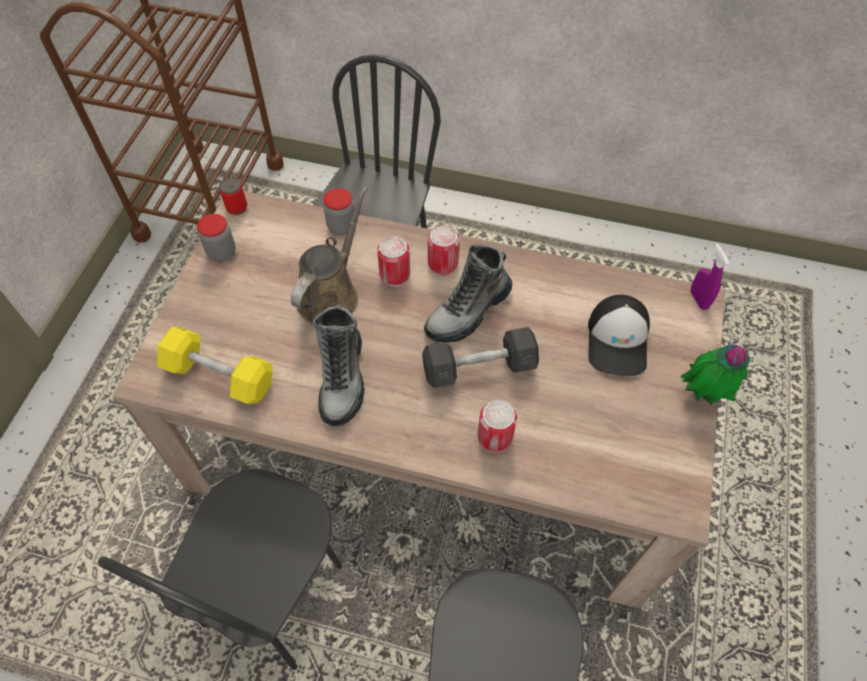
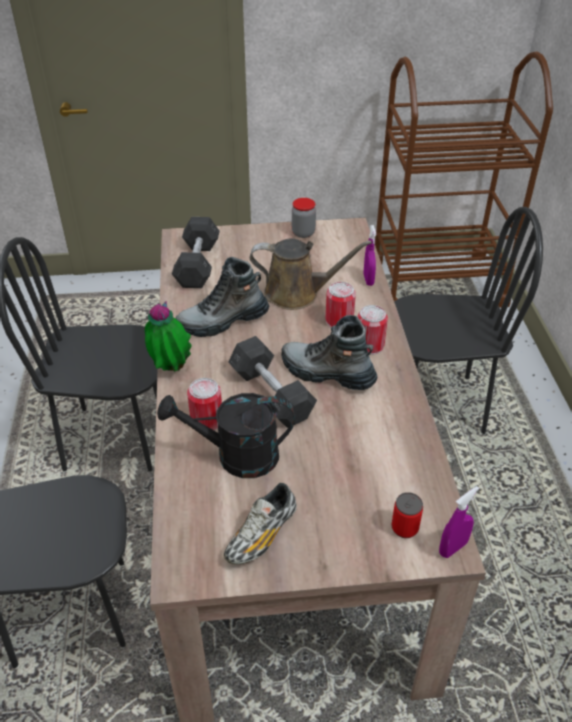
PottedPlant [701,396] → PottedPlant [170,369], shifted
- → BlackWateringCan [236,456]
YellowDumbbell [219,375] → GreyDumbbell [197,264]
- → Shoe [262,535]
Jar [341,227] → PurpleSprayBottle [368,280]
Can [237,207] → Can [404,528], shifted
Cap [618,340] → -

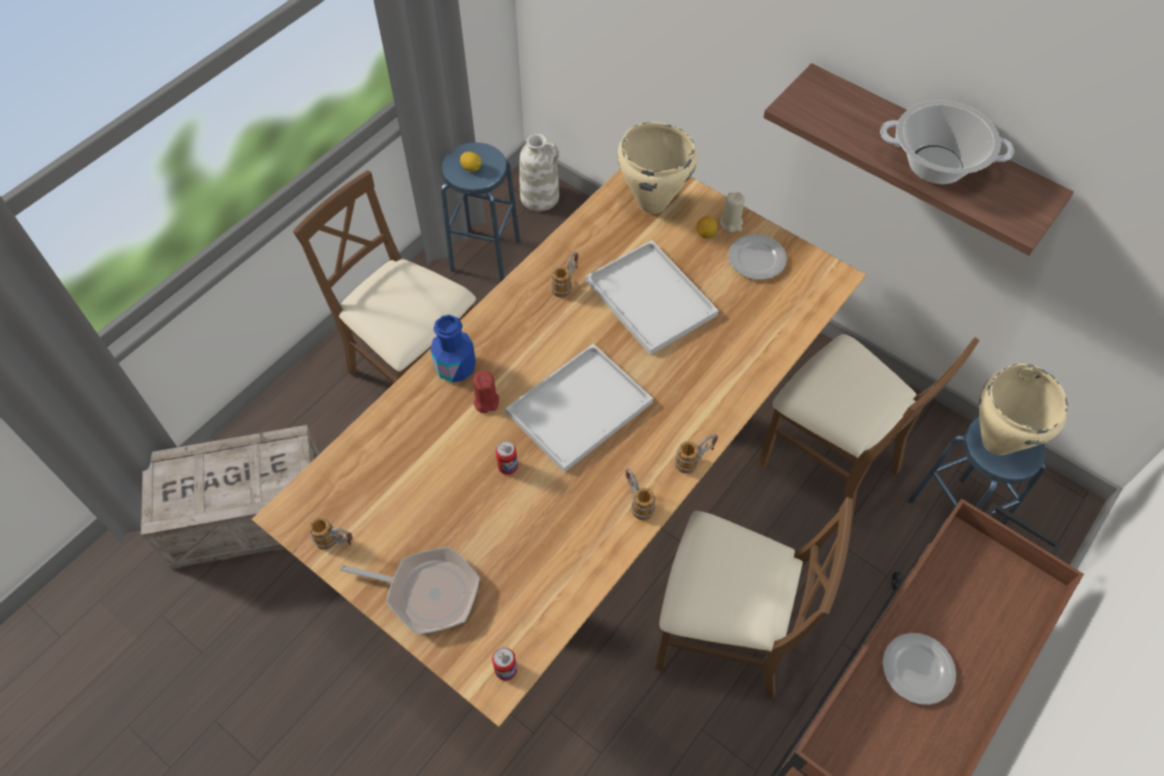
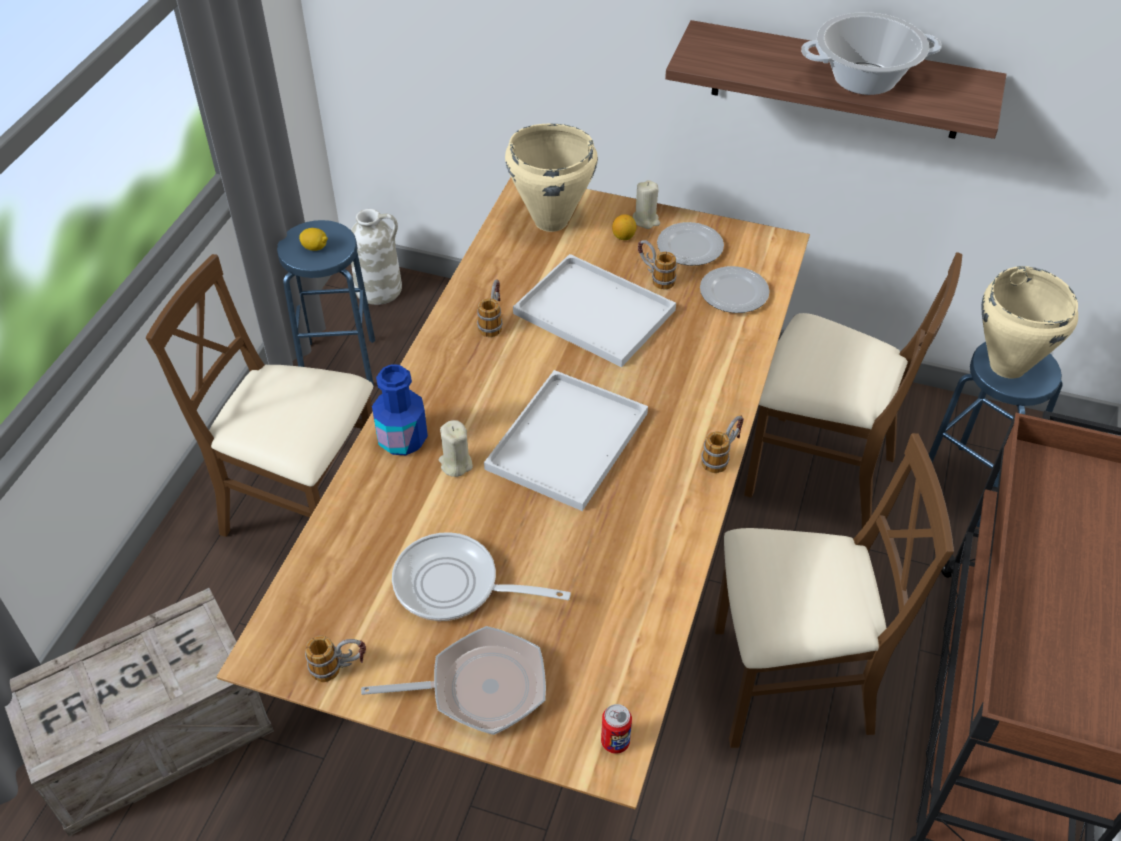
- → FryingPan [455,586]
RedCandle [486,401] → BeigeCandle [455,464]
Mug [637,501] → Mug [654,277], shifted
Plate [917,669] → Plate [733,292], shifted
Can [508,466] → -

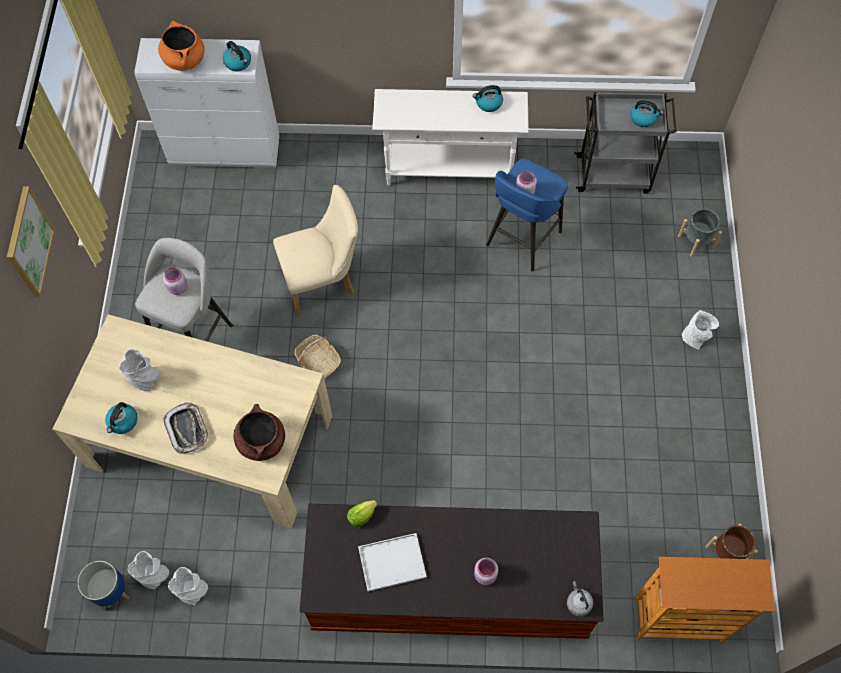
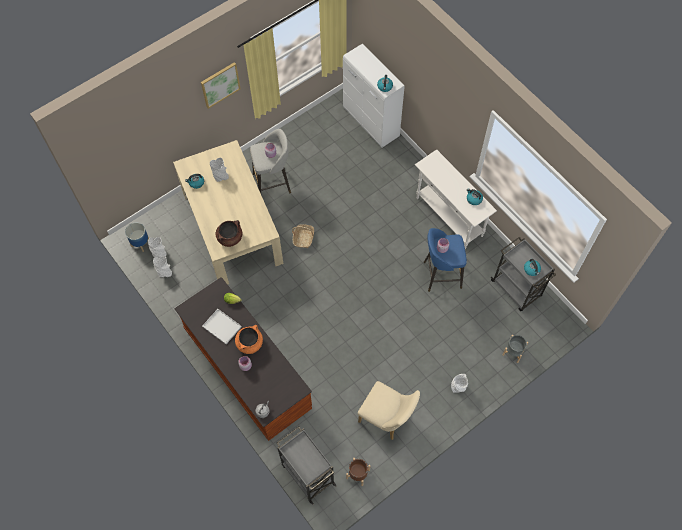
OrangeCookingPot [184,59] → OrangeCookingPot [249,343], shifted
Bookcase [678,620] → GreyCart [307,473]
BeigeChair [323,280] → BeigeChair [387,418], shifted
Tray [187,429] → -

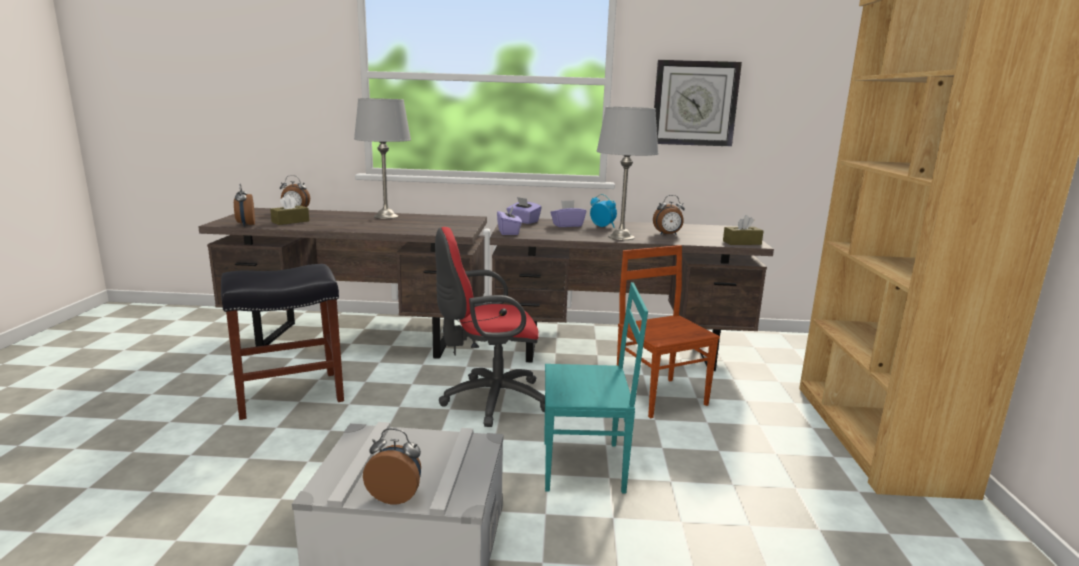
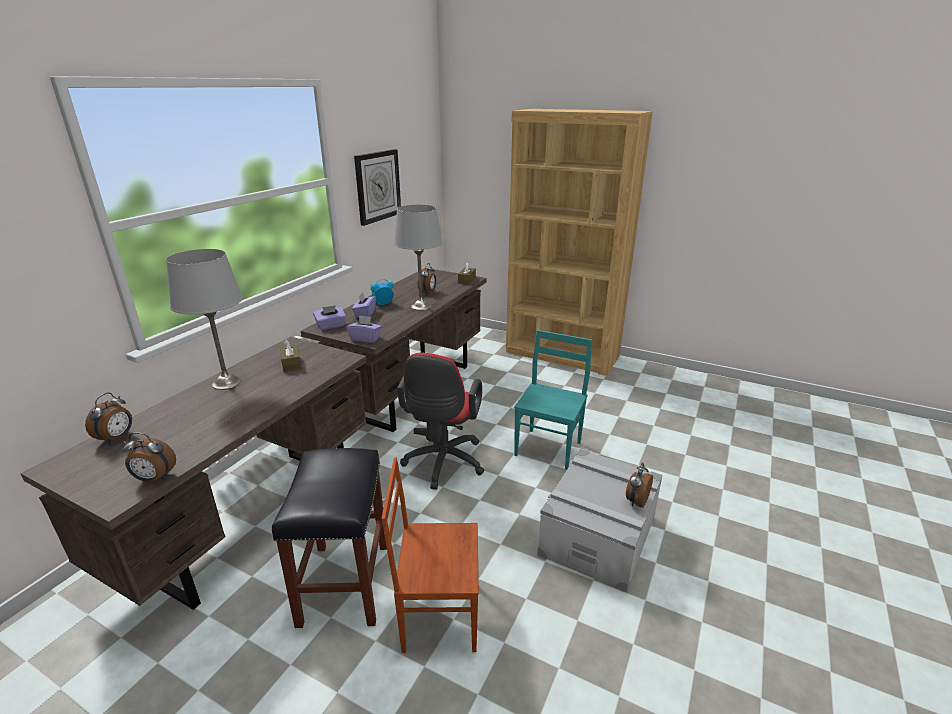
BrownTissueBox [290,221] → BrownTissueBox [291,363], shifted
BrownChair [661,396] → BrownChair [439,614], shifted

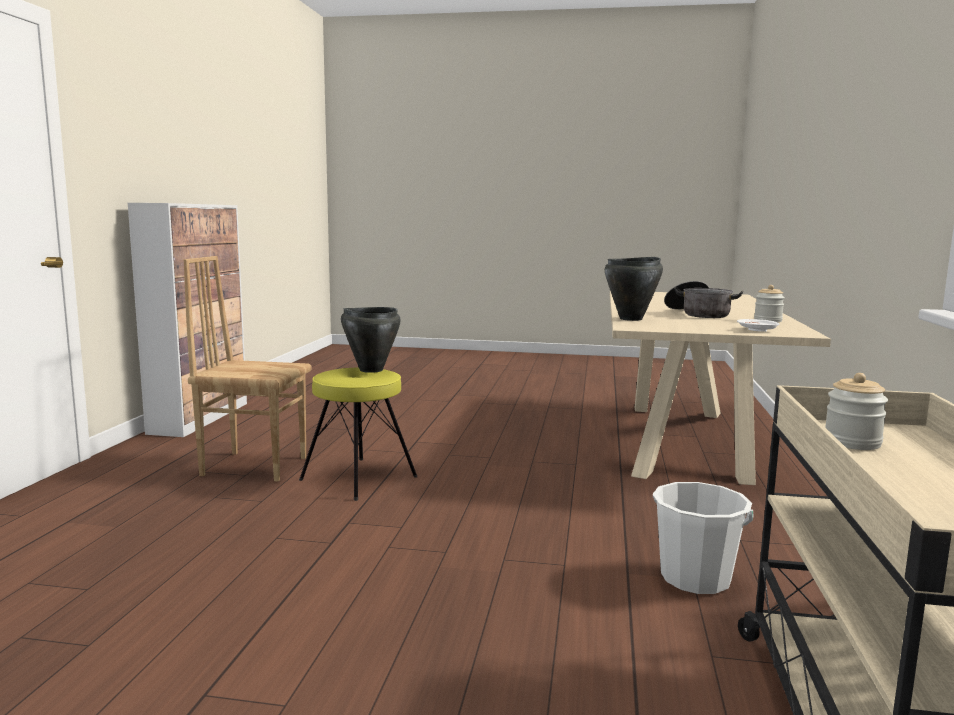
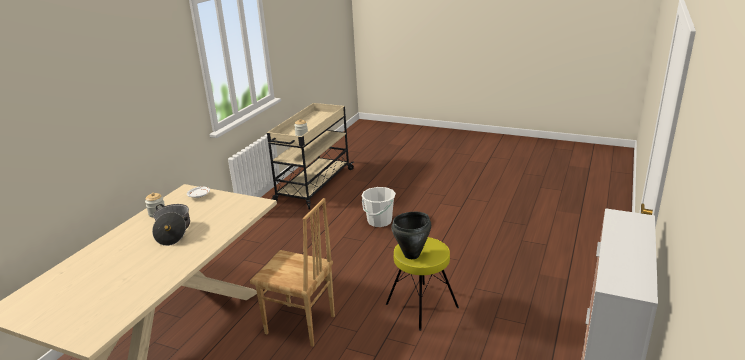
BrownChair [254,466] → BrownChair [300,325], shifted
WhiteBucket [695,579] → WhiteBucket [379,221], shifted
BlackCookingPot [631,319] → -

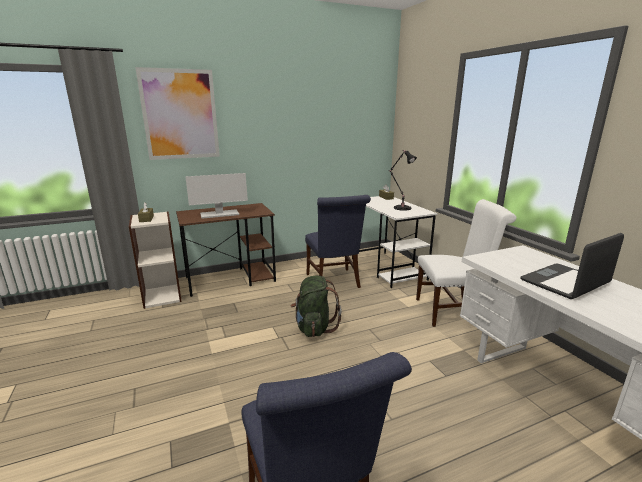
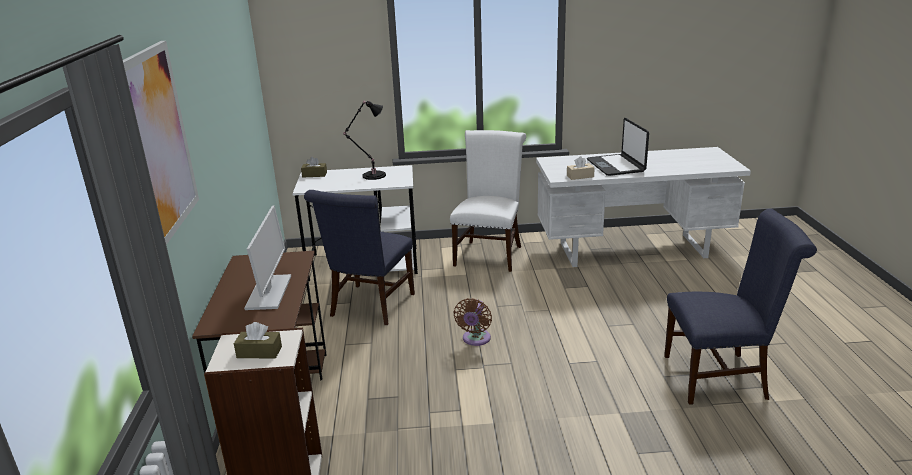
BlueChair [334,282] → BlueChair [370,307], 105 degrees clockwise
GreenBackpack [314,328] → BrownFan [475,339]
- → BeigeTissueBox [580,176]

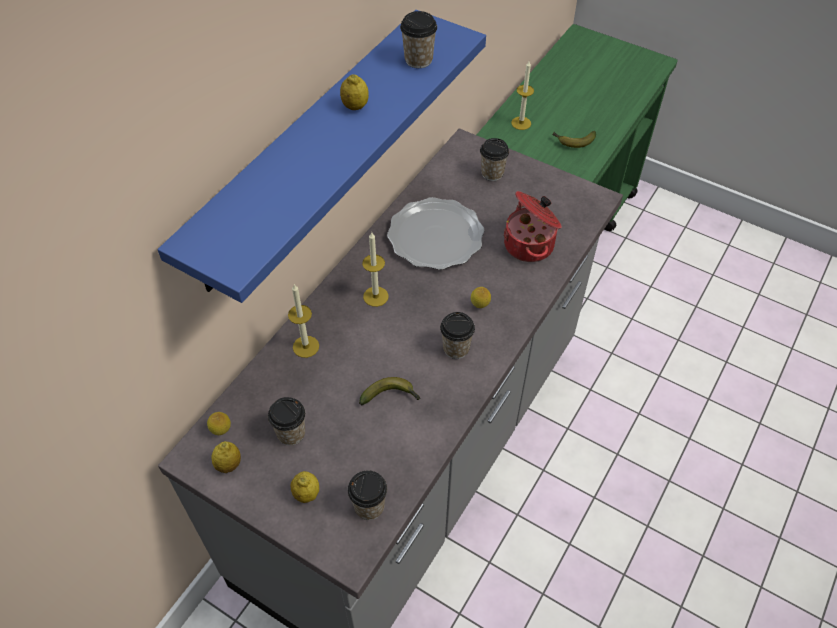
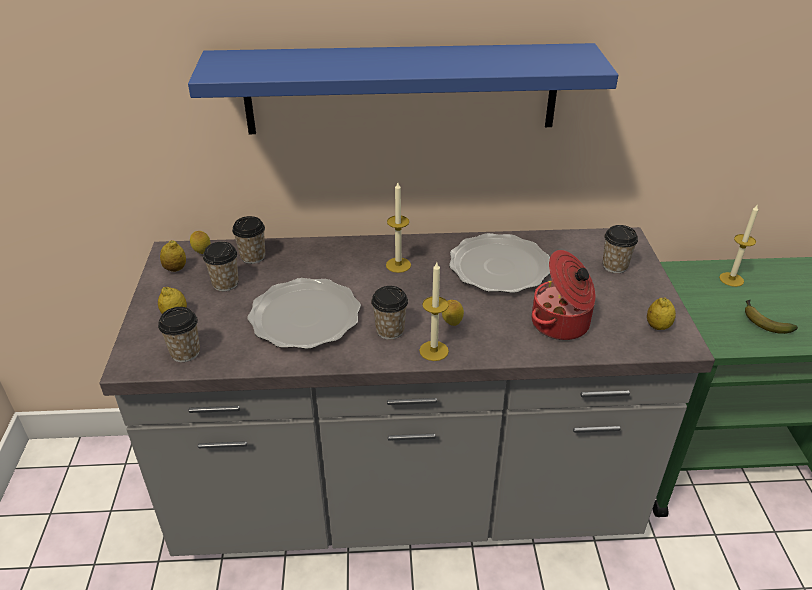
Cup [418,60] → Cup [253,257], shifted
Banana [391,396] → Plate [304,317]
Candle [306,346] → Candle [434,351], shifted
Lemon [355,106] → Lemon [657,326], shifted

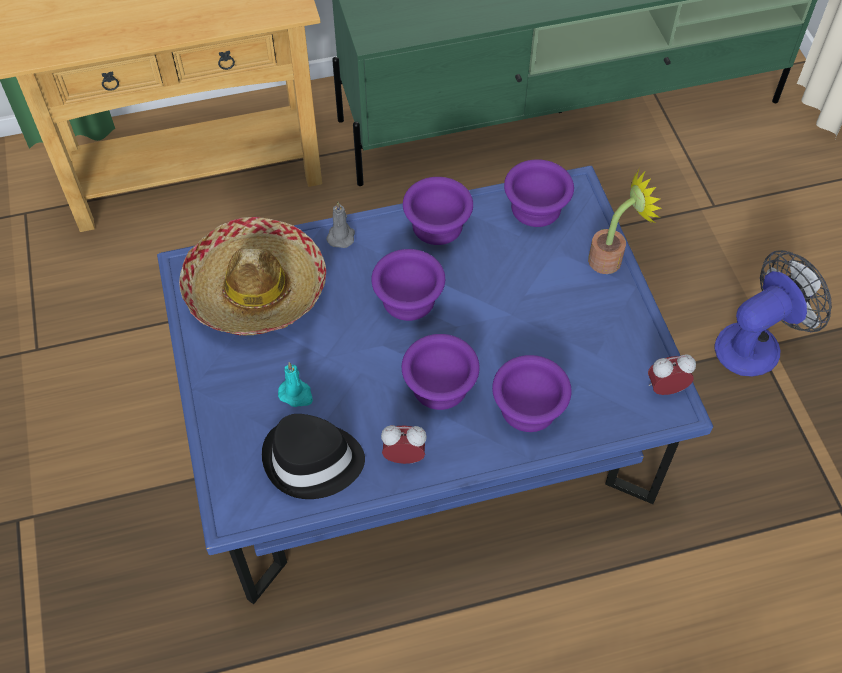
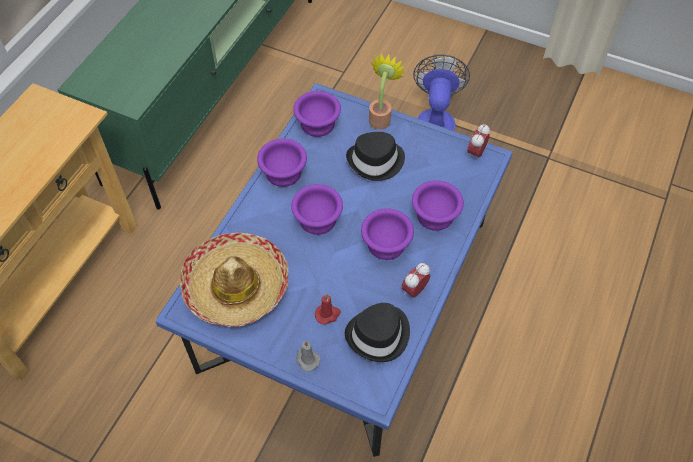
GreyCandle [341,236] → GreyCandle [307,359], shifted
TurquoiseCandle [296,394] → RedCandle [328,314]
- → BlackHat [376,161]

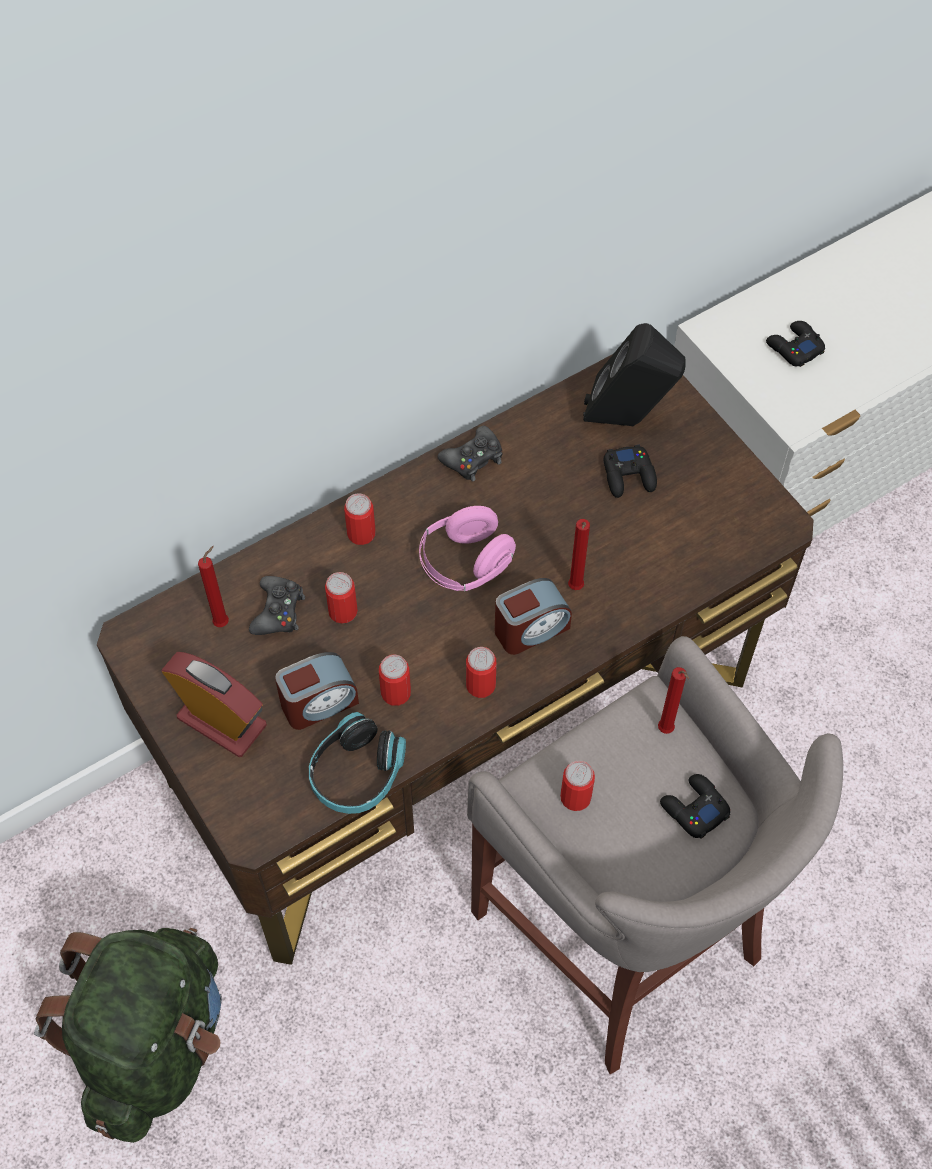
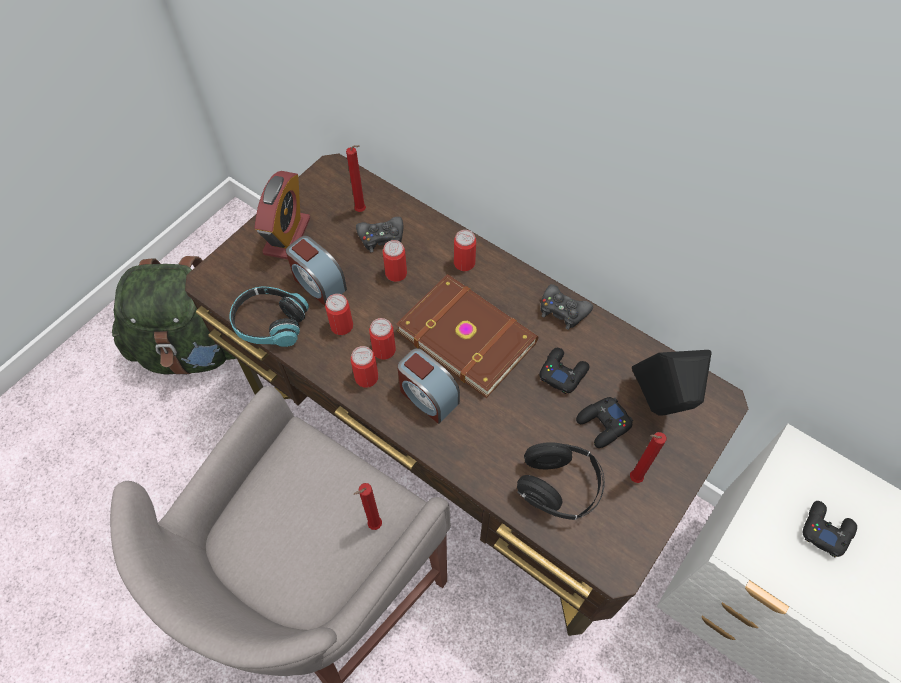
Can [575,797] → Can [384,350], shifted
PinkHeadphones [465,563] → BrownBook [467,335]
- → BlackHeadphones [558,487]
BlackGameController [693,809] → BlackGameController [563,372], shifted
RedCandle [575,589] → RedCandle [633,478], shifted

